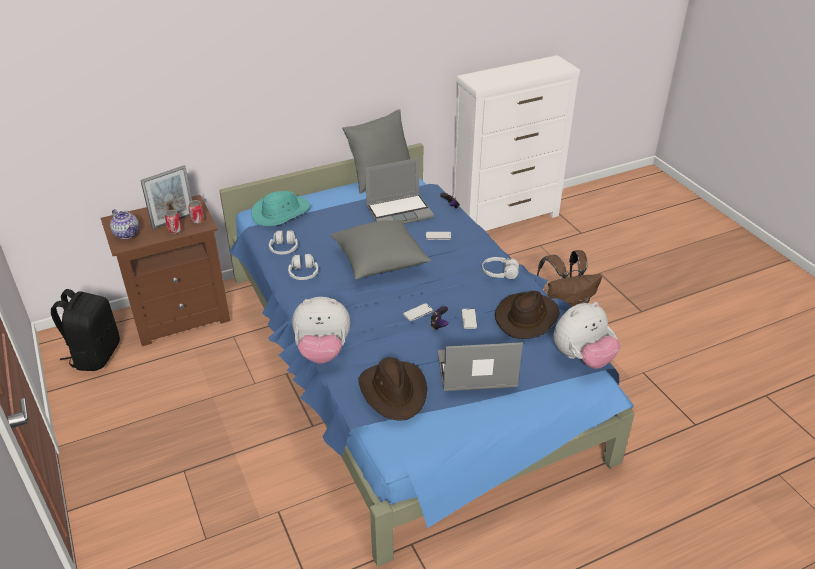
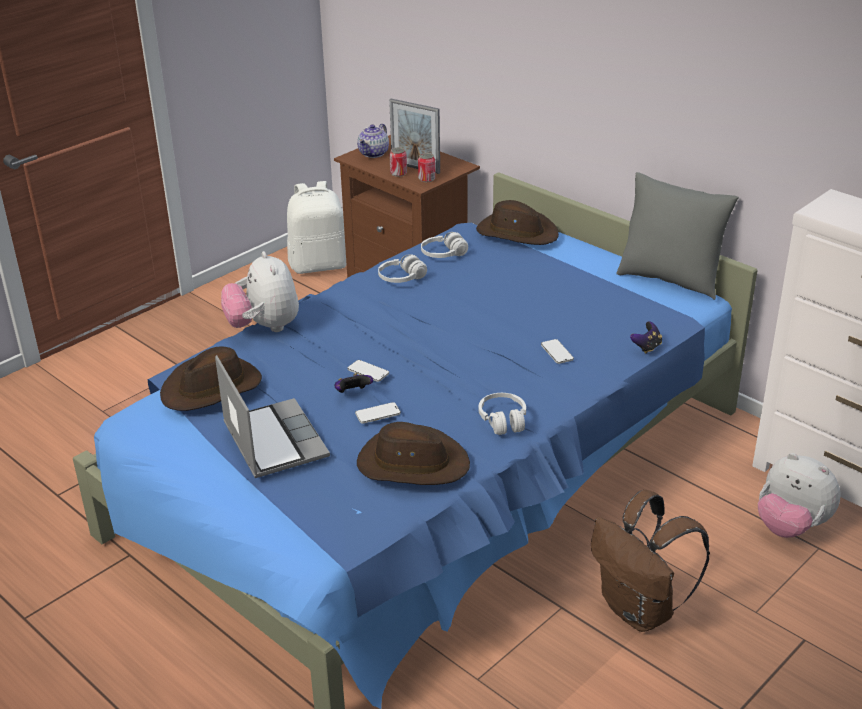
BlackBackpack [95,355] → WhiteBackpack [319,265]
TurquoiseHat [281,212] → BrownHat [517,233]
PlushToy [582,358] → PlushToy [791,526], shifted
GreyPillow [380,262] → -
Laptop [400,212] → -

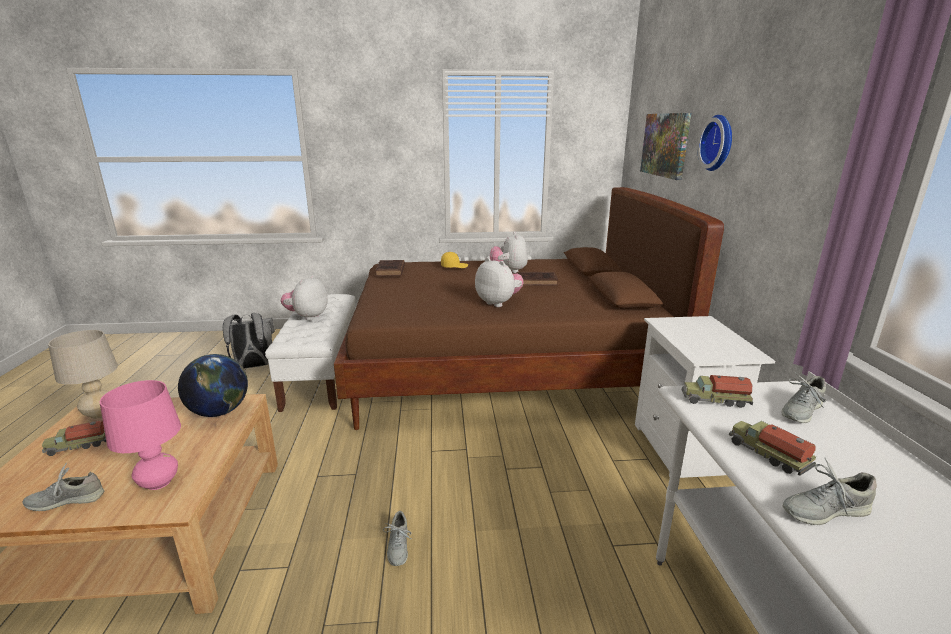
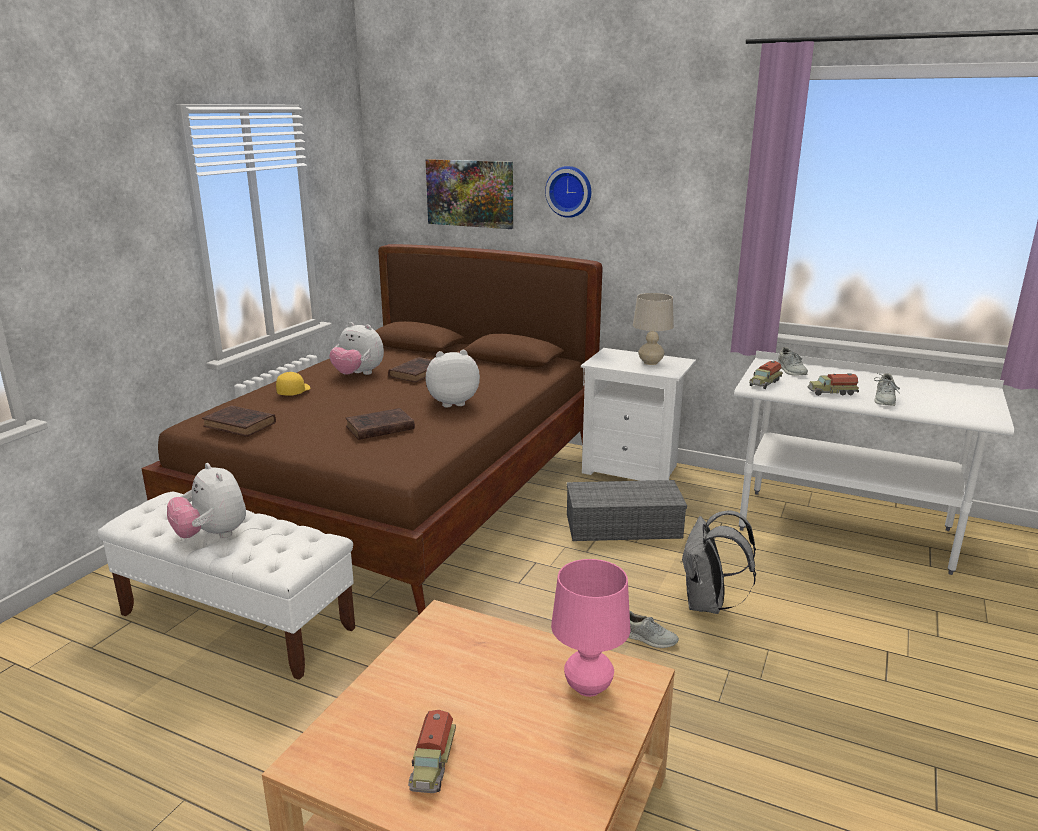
- → BrownBook [378,428]
- → GreyStorageBox [624,525]
BeigeTableLamp [100,414] → BeigeTableLamp [650,362], shifted
GreyBackpack [254,366] → GreyBackpack [708,604], shifted
GreyShoe [66,500] → -
Globe [220,412] → -

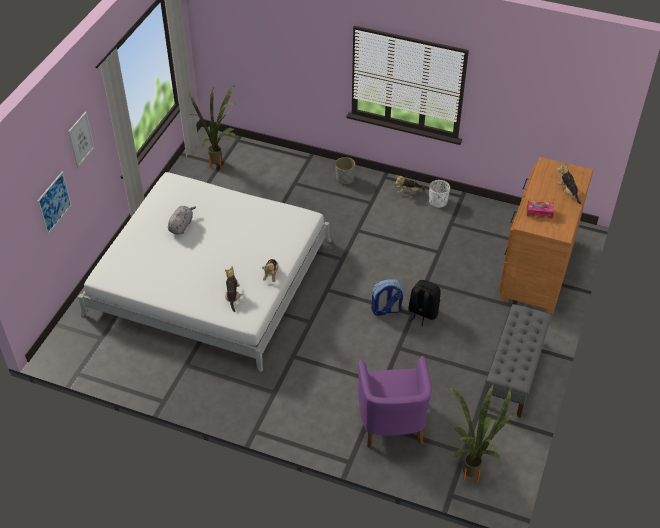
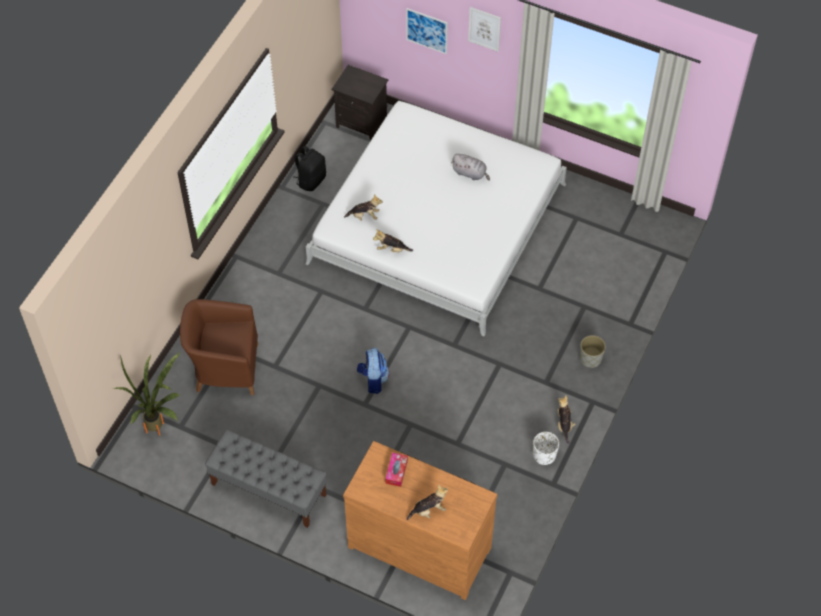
PurpleArmchair [391,423] → BrownArmchair [225,368]
BlackBackpack [422,313] → BlackBackpack [311,180], shifted
- → BlackNightstand [362,122]
PottedPlant [220,164] → -

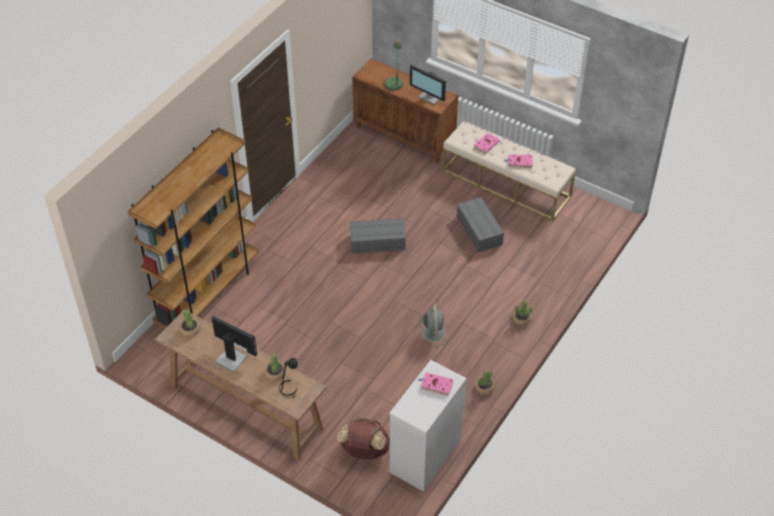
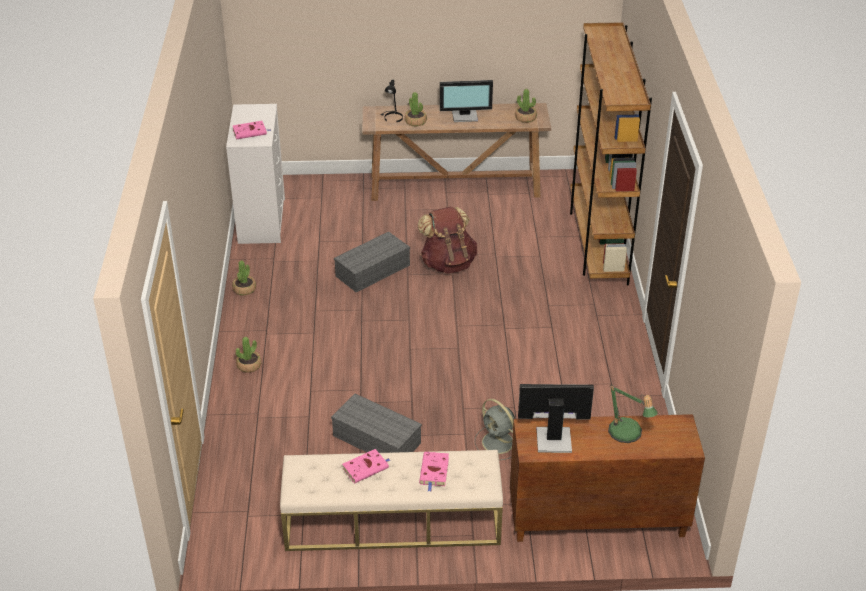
GreyStorageBox [378,241] → GreyStorageBox [372,271], shifted
BrownBackpack [364,450] → BrownBackpack [448,263], shifted
GreyFan [433,332] → GreyFan [499,443], shifted

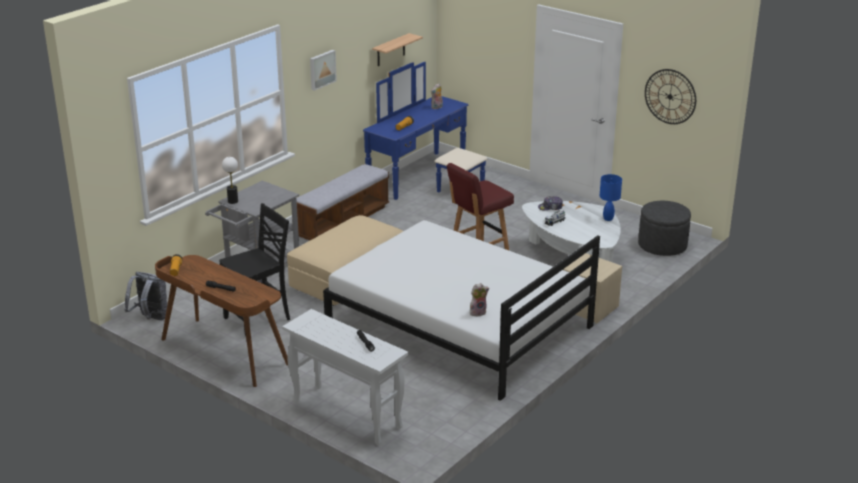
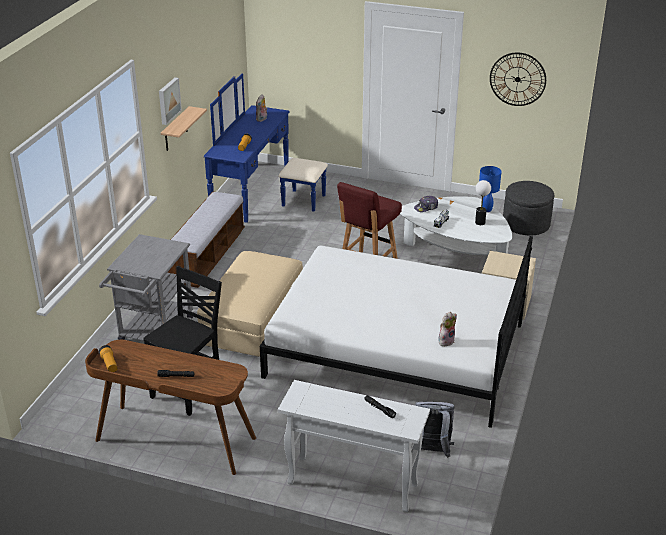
Shelf [391,50] → Shelf [176,130], shifted
GreyBackpack [150,318] → GreyBackpack [431,451], shifted
TableLamp [233,201] → TableLamp [480,222], shifted

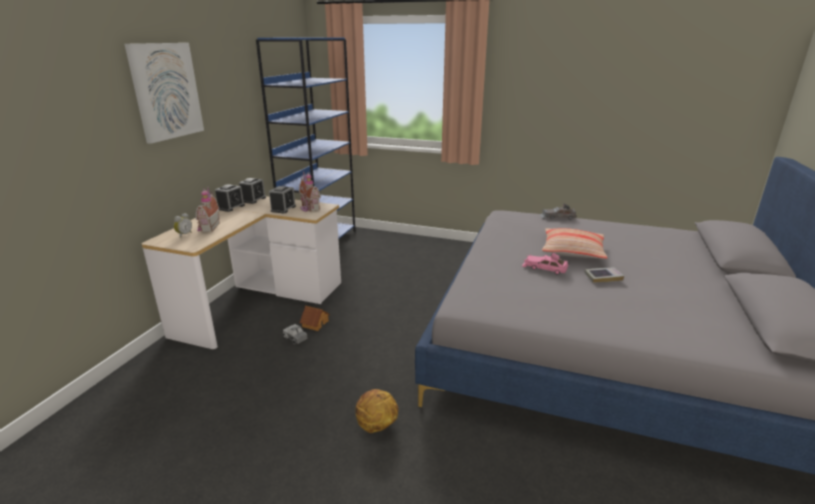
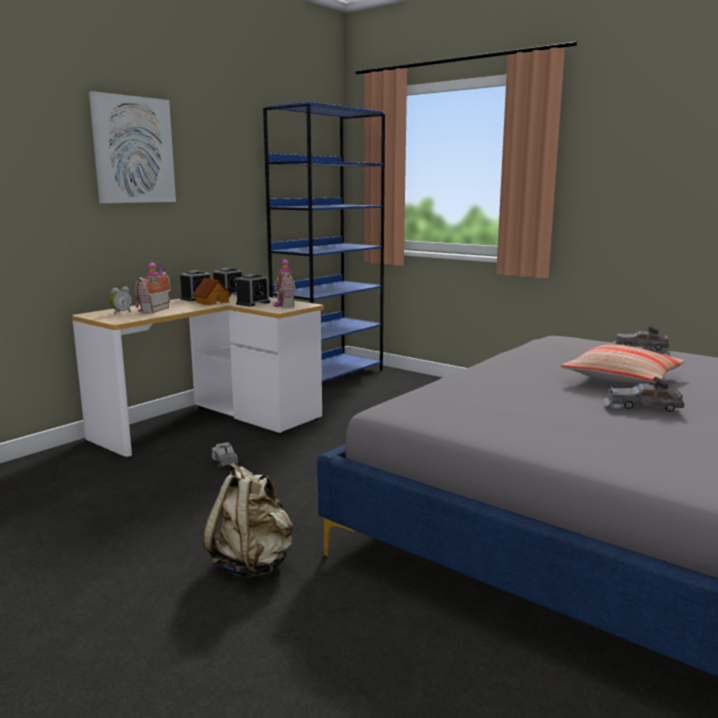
ToyHouse [315,324] → ToyHouse [212,302], shifted
Basketball [376,426] → BeigeBackpack [253,564]
Book [603,277] → GreyToyCar [641,406]
PinkToyCar [544,268] → -

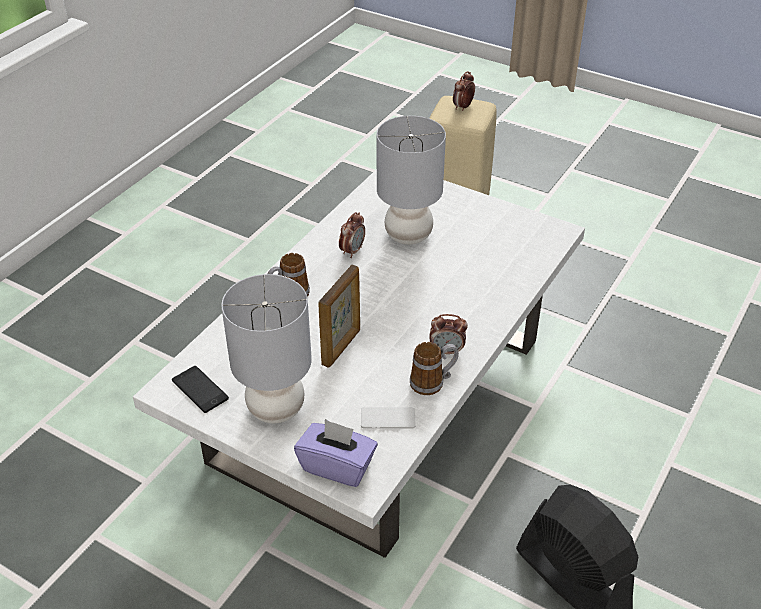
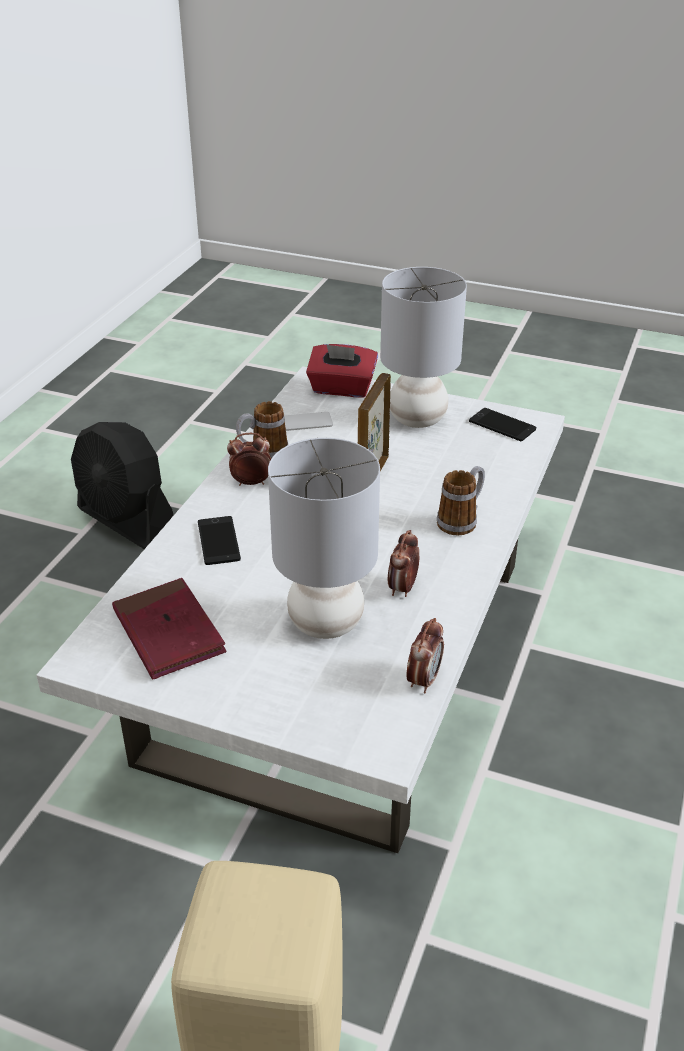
- → RedBook [168,633]
- → Phone [218,541]
PurpleTissueBox [337,466] → RedTissueBox [342,389]
AlarmClock [463,107] → AlarmClock [423,680], shifted

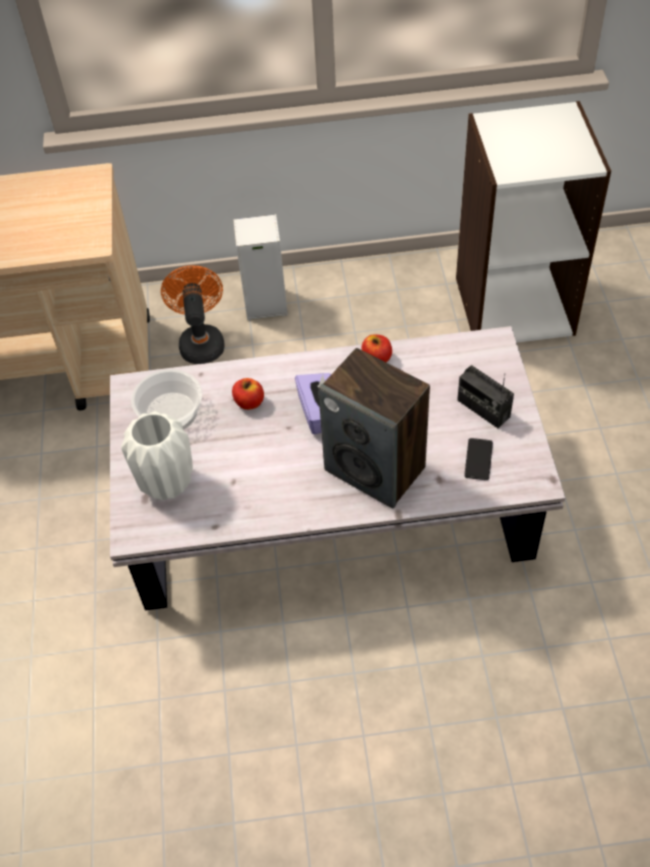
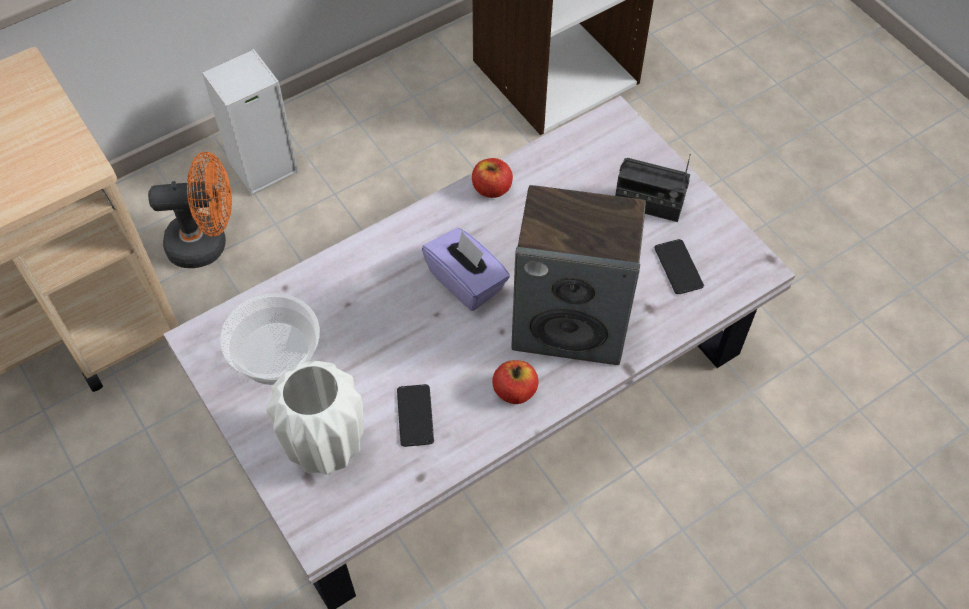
OrangeFan [201,341] → OrangeFan [207,243], 120 degrees clockwise
- → Phone [415,416]
Apple [249,402] → Apple [515,391], shifted

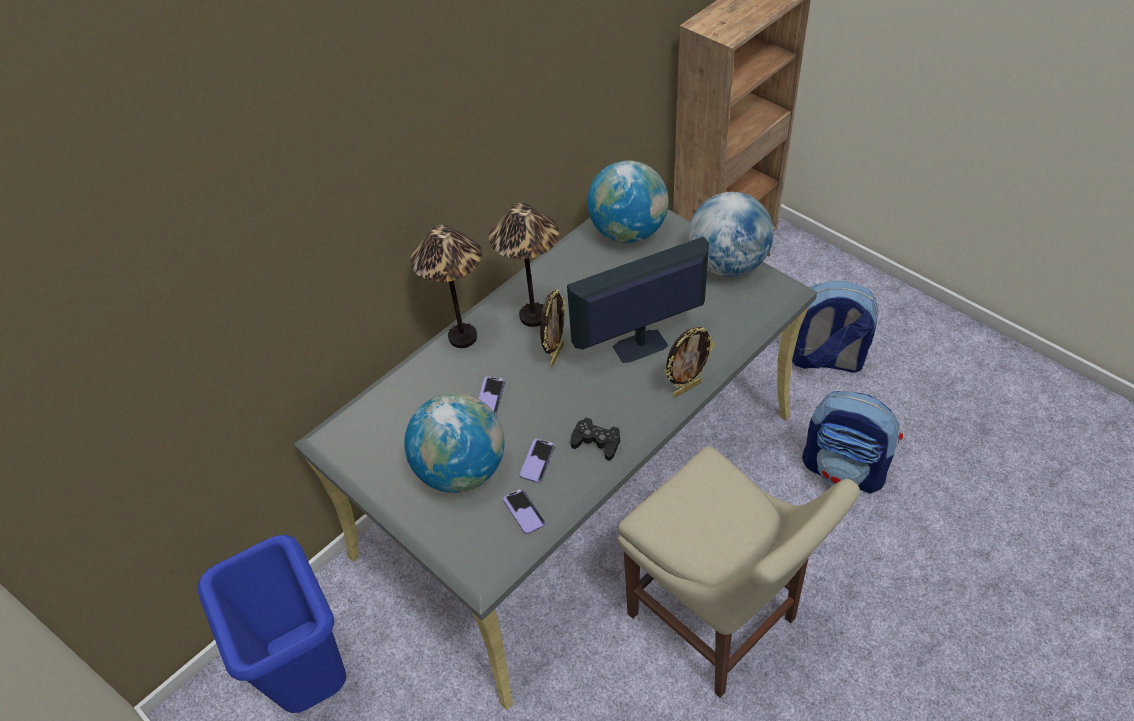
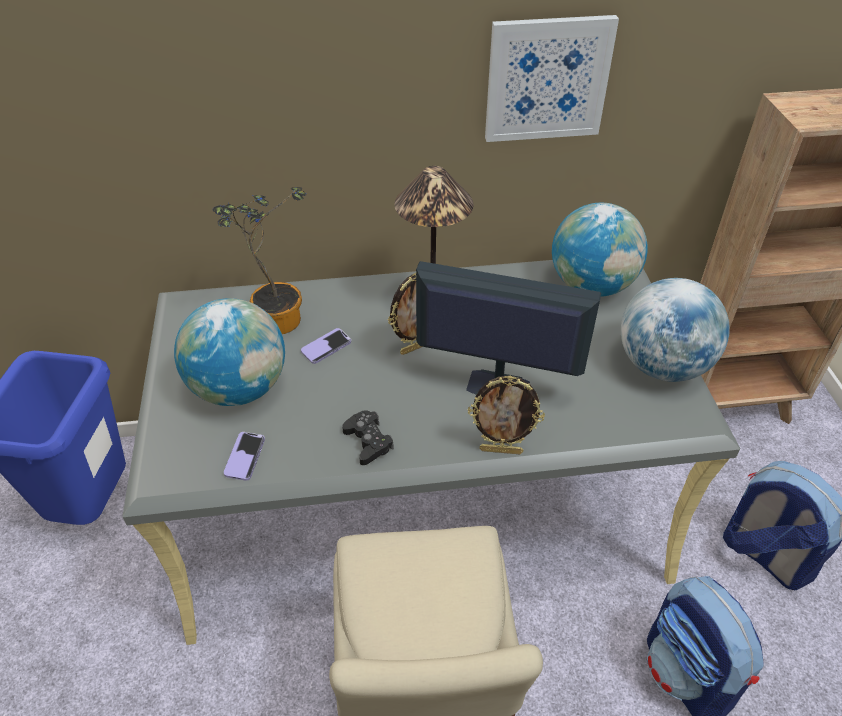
- → PottedPlant [275,317]
- → Picture [547,79]
TableLamp [463,338] → -
Phone [537,461] → -

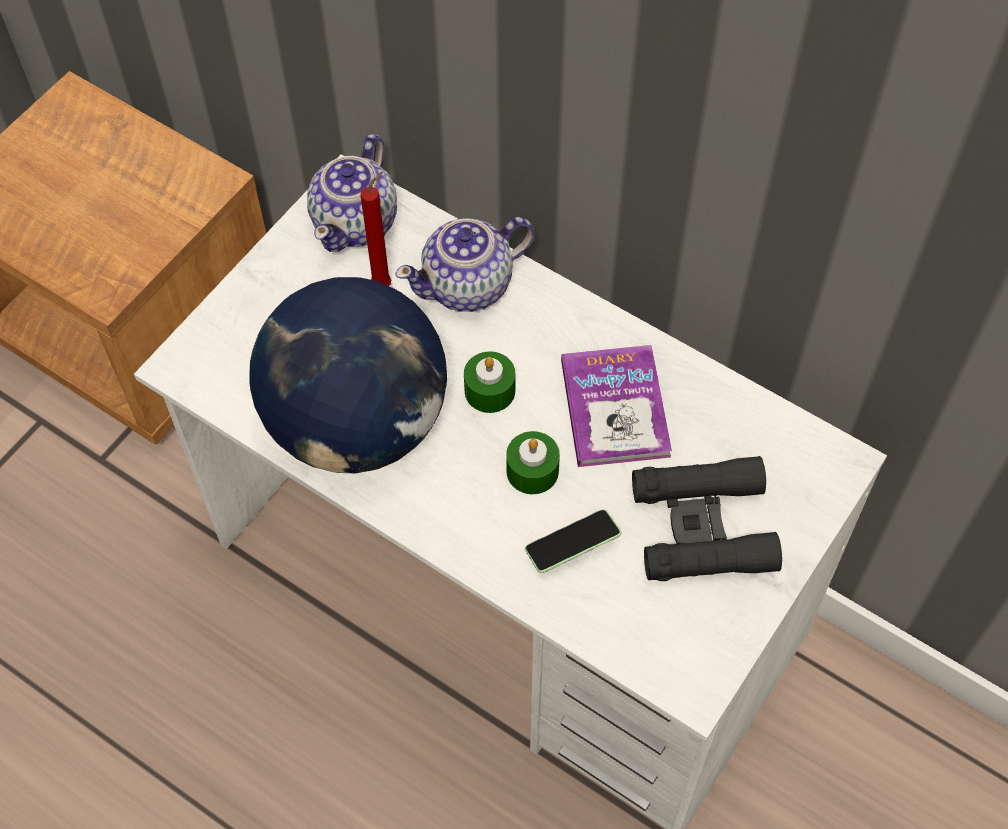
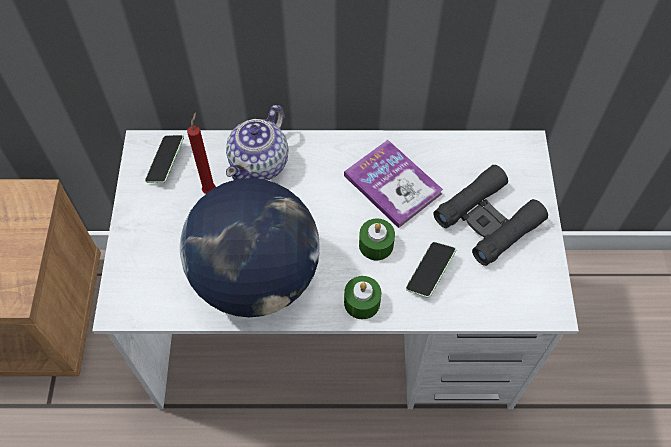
Teapot [356,222] → Phone [166,163]
GreenCandle [490,390] → GreenCandle [362,302], shifted

